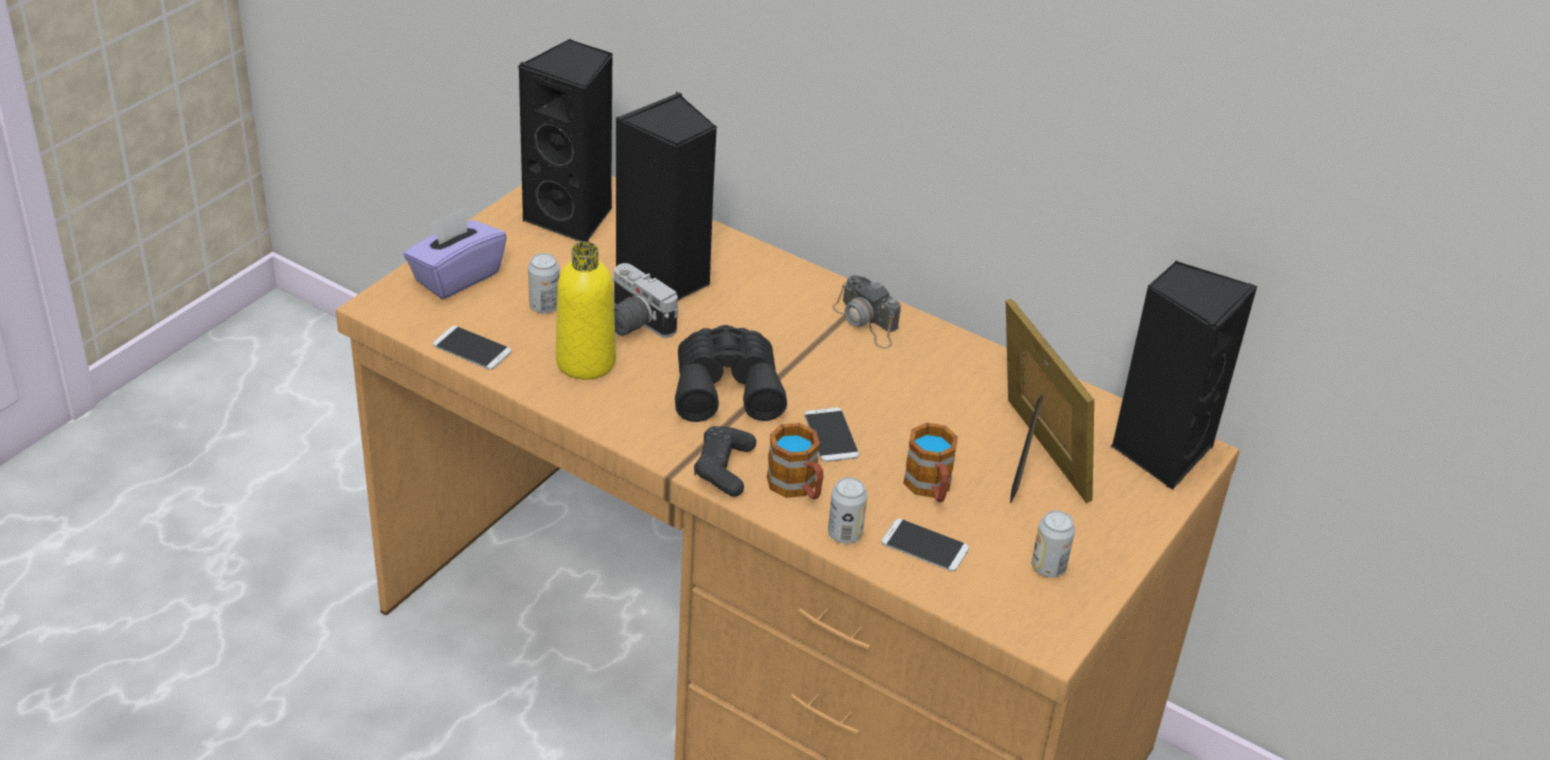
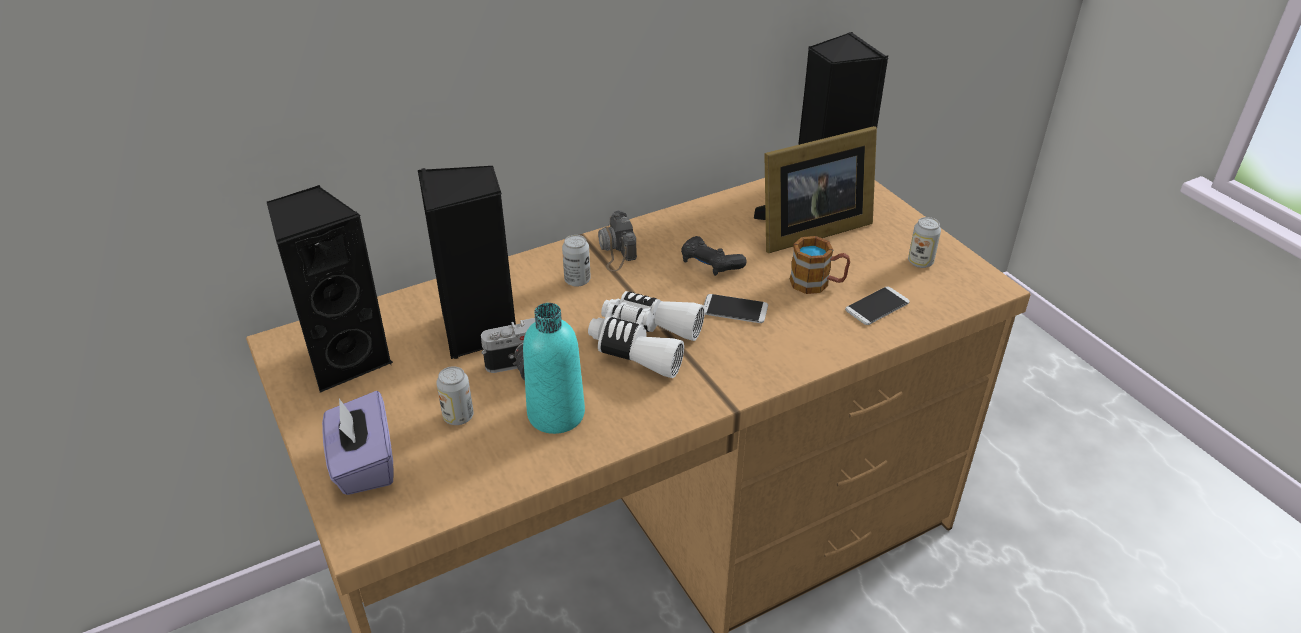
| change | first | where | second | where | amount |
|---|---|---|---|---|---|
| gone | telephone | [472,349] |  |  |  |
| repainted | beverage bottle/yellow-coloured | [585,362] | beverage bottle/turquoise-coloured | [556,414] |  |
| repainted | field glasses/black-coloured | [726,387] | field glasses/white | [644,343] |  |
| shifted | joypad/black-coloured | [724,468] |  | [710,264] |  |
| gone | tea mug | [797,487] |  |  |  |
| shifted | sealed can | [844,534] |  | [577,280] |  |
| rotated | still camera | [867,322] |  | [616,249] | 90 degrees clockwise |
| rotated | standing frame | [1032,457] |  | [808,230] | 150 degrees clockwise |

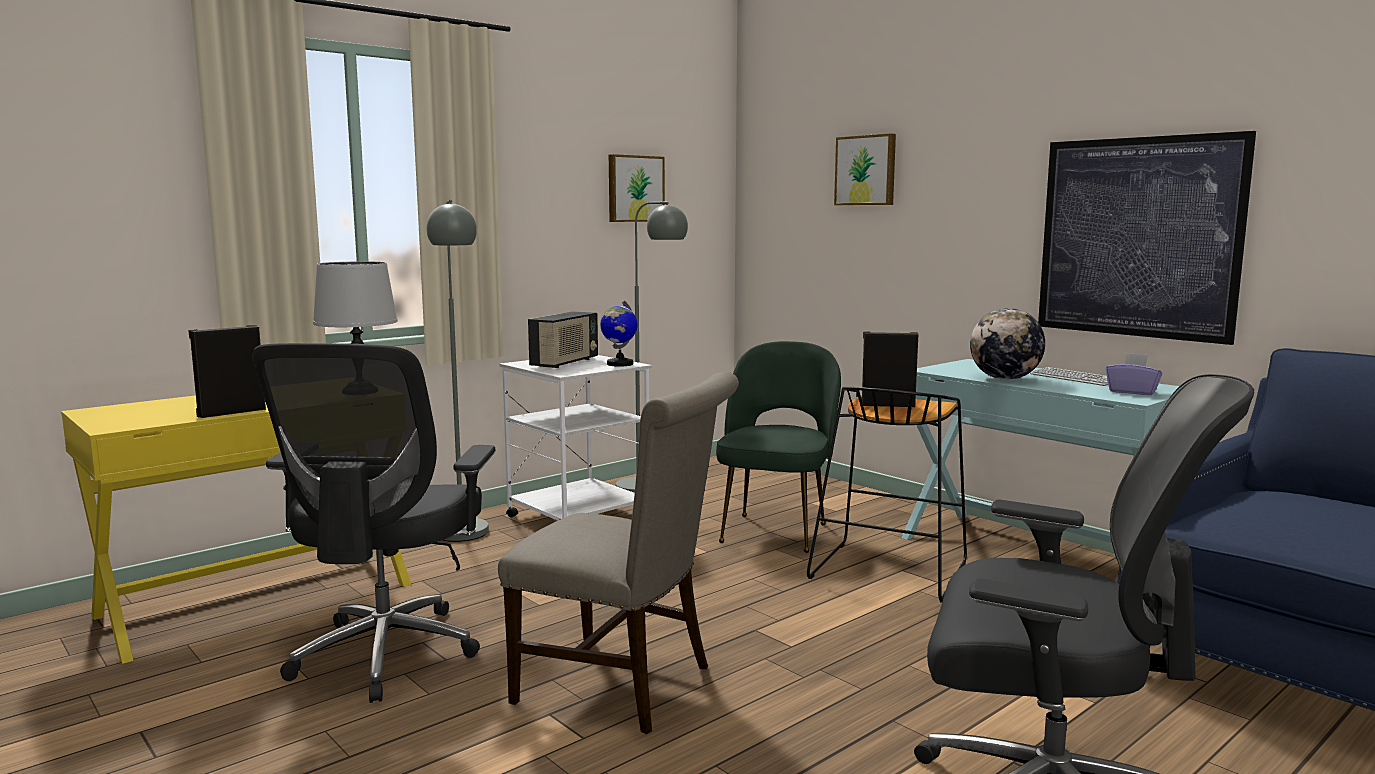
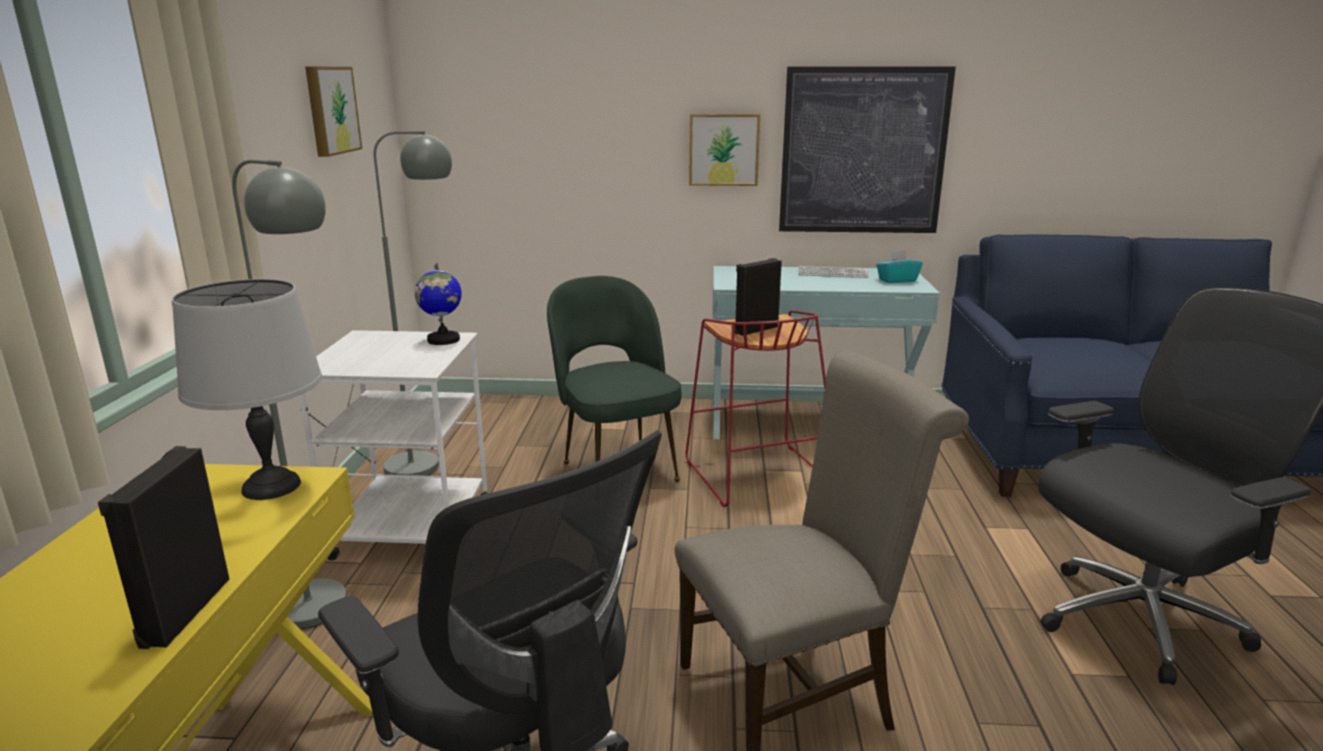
| change | first | where | second | where | amount |
|---|---|---|---|---|---|
| gone | radio | [565,363] |  |  |  |
| repainted | sitting stool/black-coloured | [887,570] | sitting stool/red-coloured | [756,473] |  |
| shifted | wall picture | [866,170] |  | [724,149] |  |
| gone | globe | [1005,379] |  |  |  |
| repainted | tissue box/purple-coloured | [1132,392] | tissue box/turquoise-coloured | [897,280] |  |

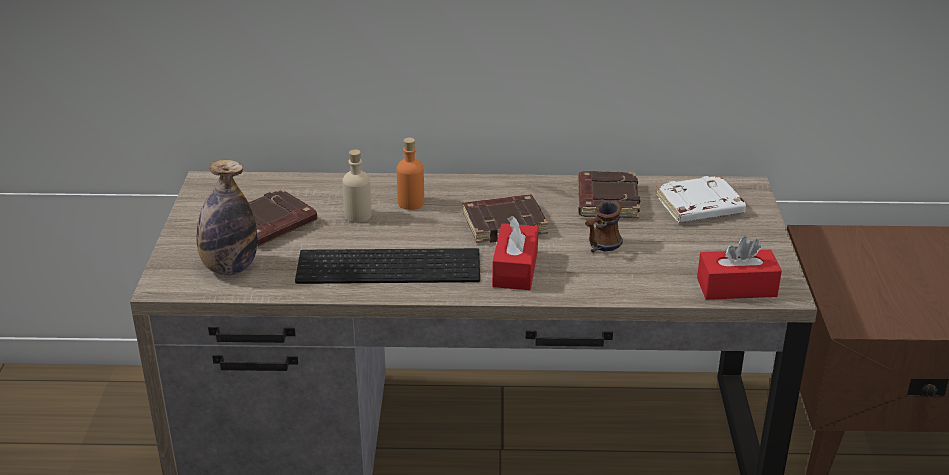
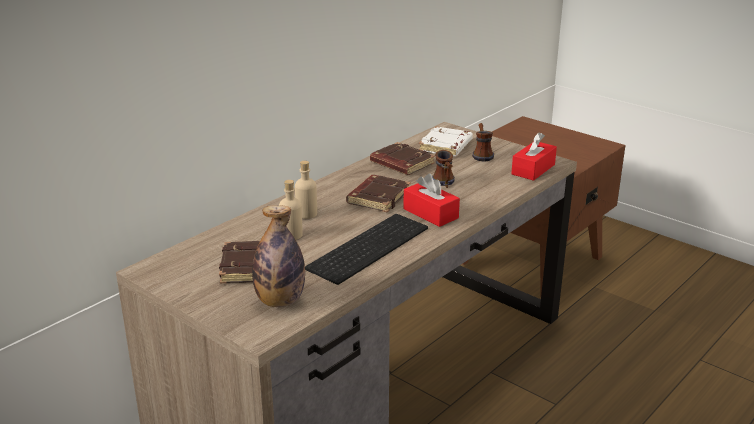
| change | first | where | second | where | amount |
|---|---|---|---|---|---|
| repainted | beverage bottle/orangey | [411,203] | beverage bottle/beige-coloured | [306,214] |  |
| new |  |  | tea mug | [482,154] |  |

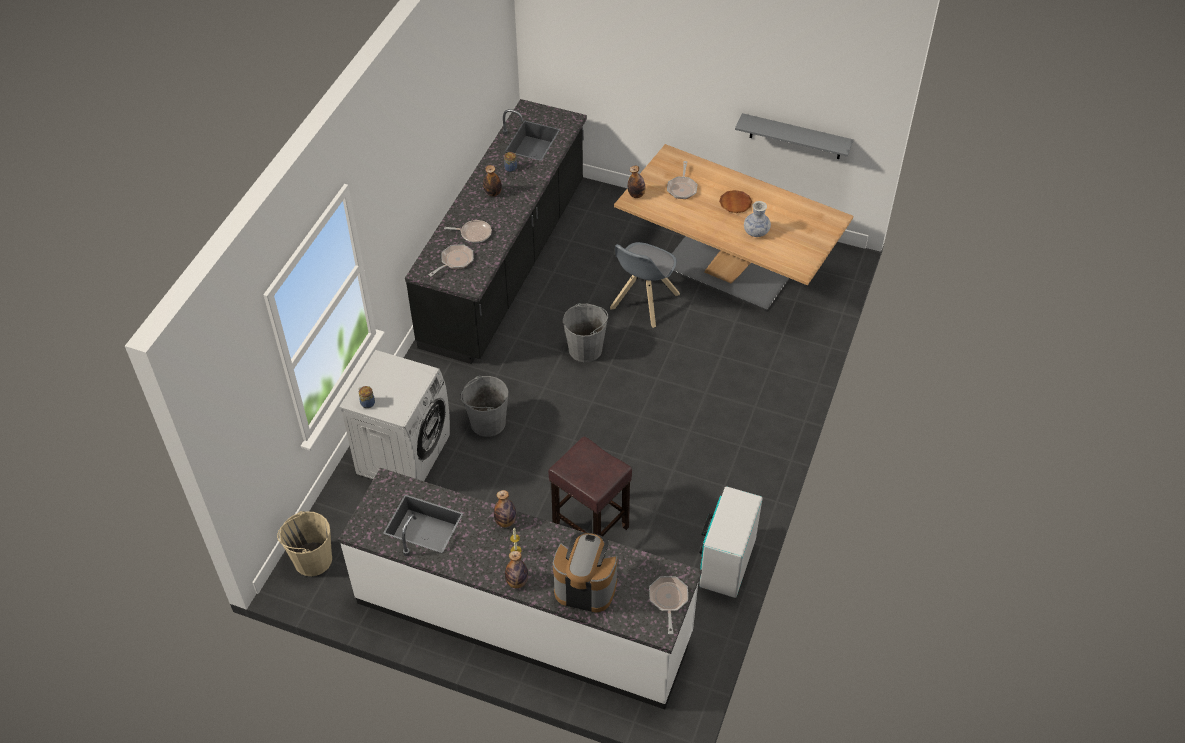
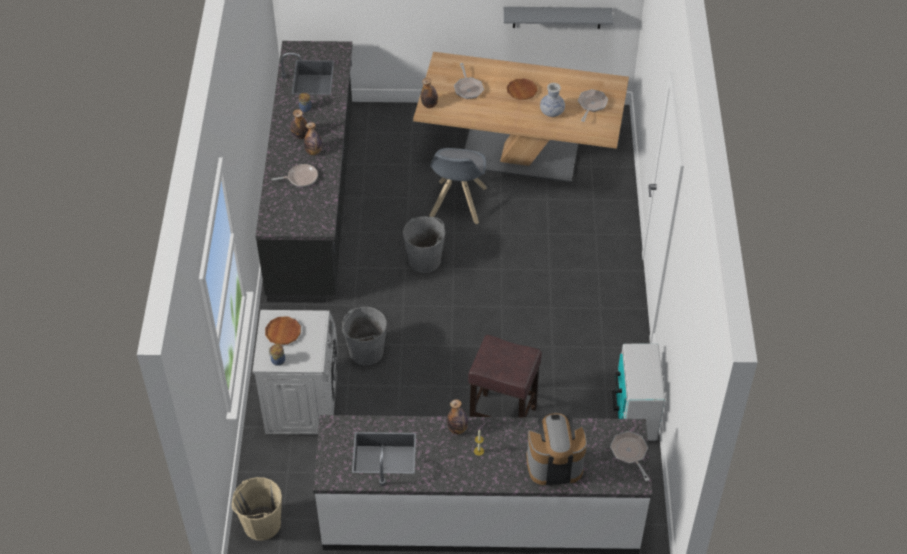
| change | first | where | second | where | amount |
|---|---|---|---|---|---|
| shifted | skillet | [455,261] |  | [591,105] |  |
| shifted | beverage bottle | [517,582] |  | [314,152] |  |
| new |  |  | flat dish/brown-coloured | [283,332] |  |

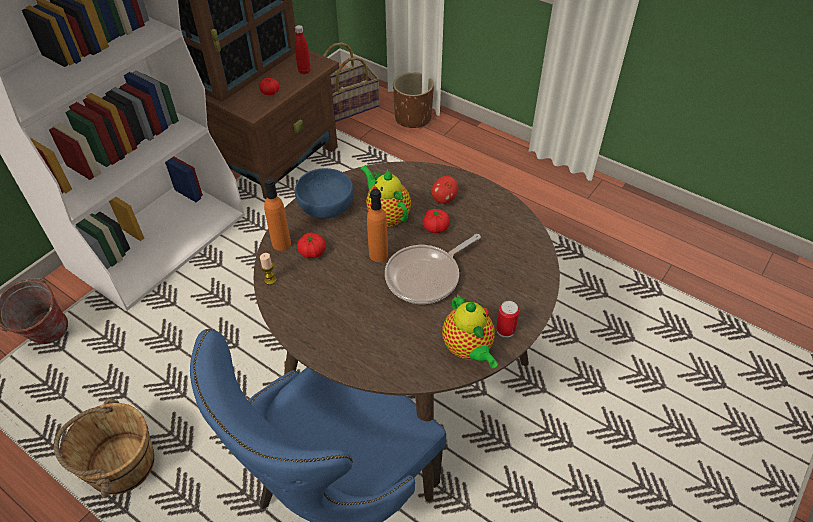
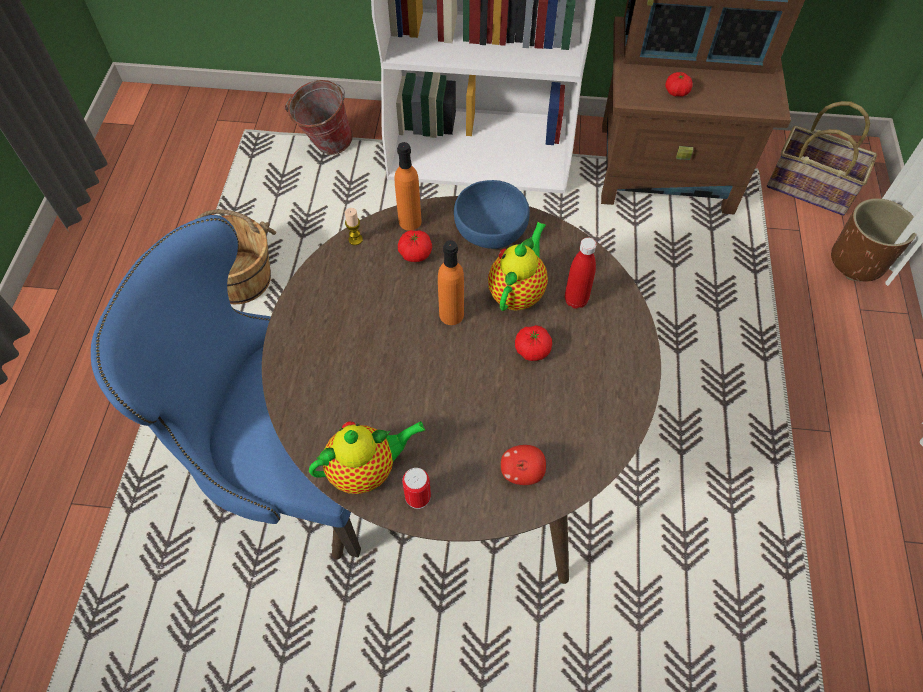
| change | first | where | second | where | amount |
|---|---|---|---|---|---|
| shifted | beverage bottle/red-coloured | [304,71] |  | [576,300] |  |
| gone | skillet | [426,276] |  |  |  |
| shifted | apple | [444,199] |  | [522,472] |  |
| rotated | pot for tea | [468,350] |  | [366,470] | 150 degrees counterclockwise |

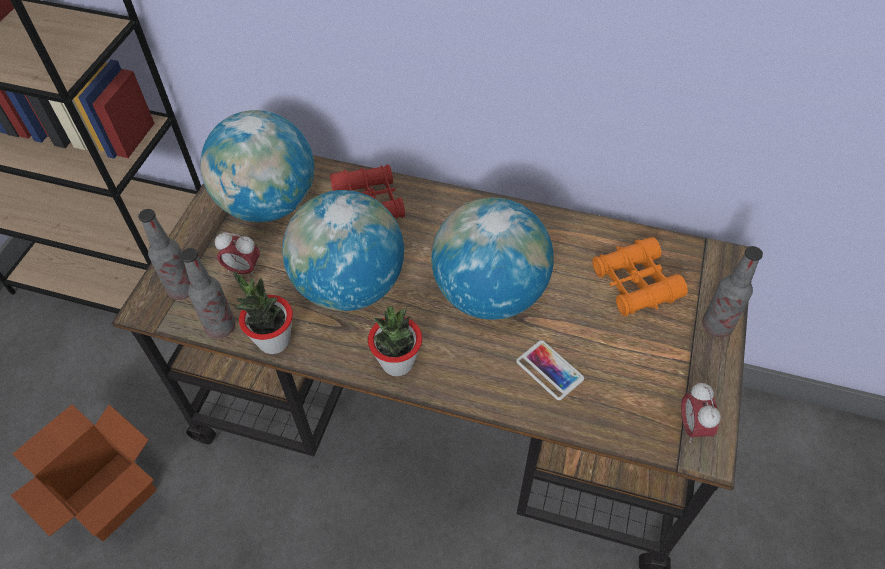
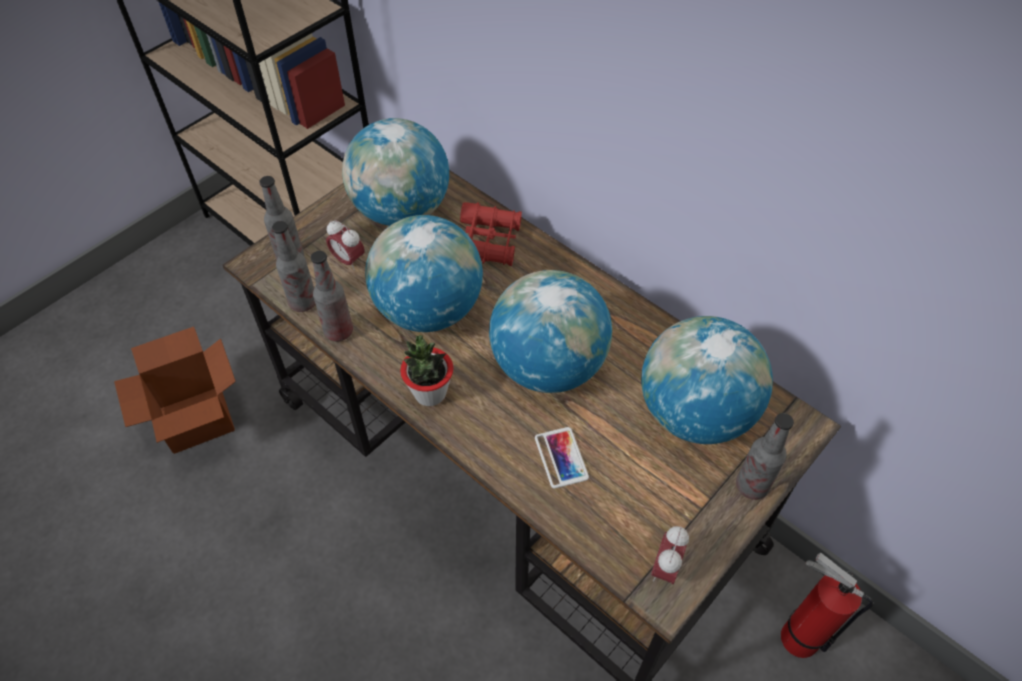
| change | first | where | second | where | amount |
|---|---|---|---|---|---|
| swapped | plant in a pot | [274,340] | beverage bottle | [338,331] |  |
| swapped | field glasses/orangey | [635,284] | globe | [694,412] |  |
| new |  |  | fire-fighting cylinder | [794,635] |  |

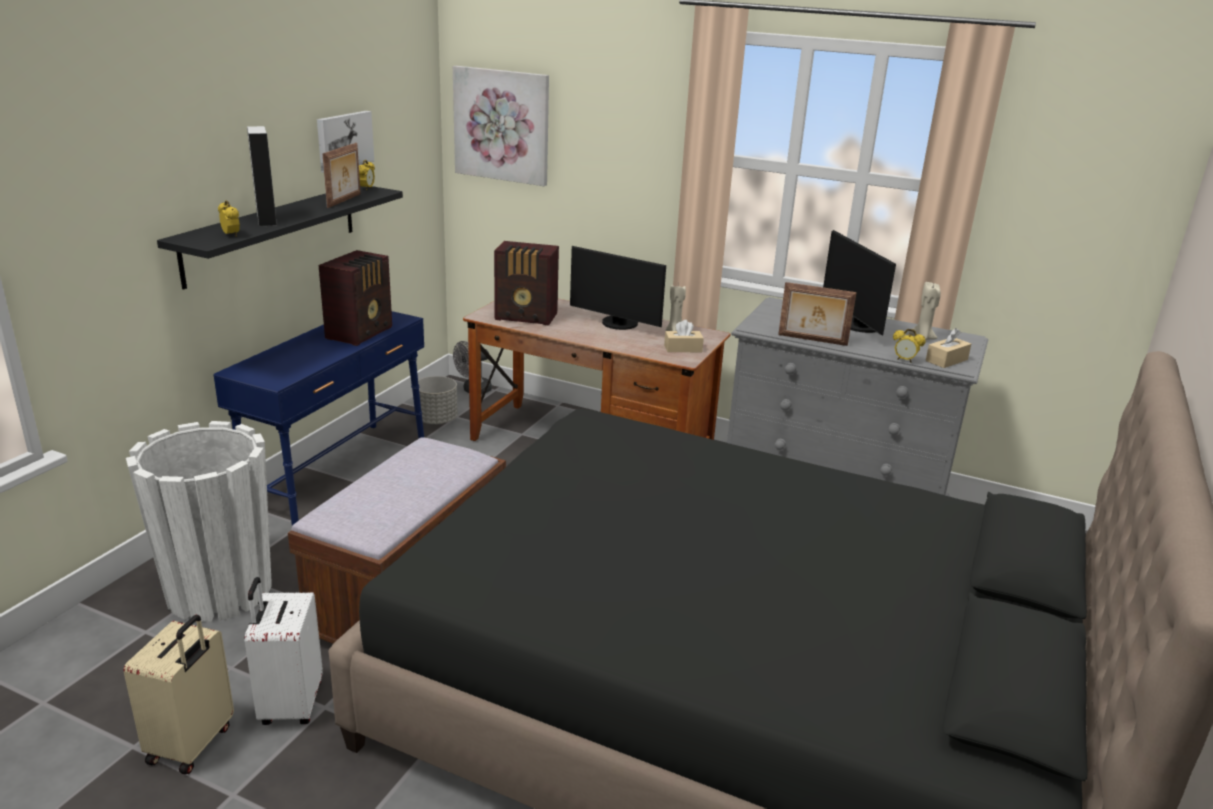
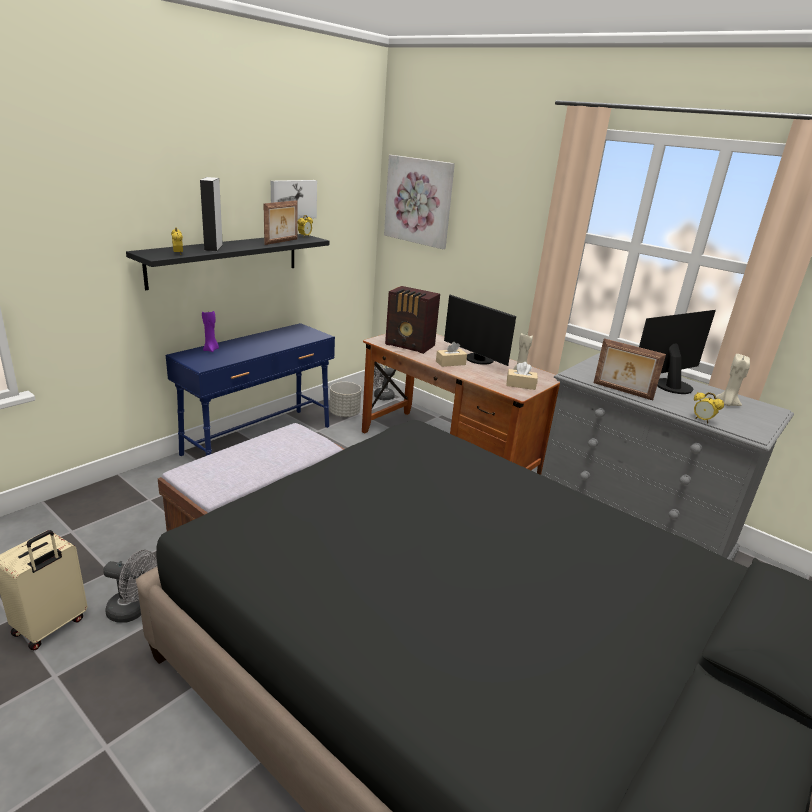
| change | first | where | second | where | amount |
|---|---|---|---|---|---|
| gone | plant pot/white | [219,590] |  |  |  |
| swapped | suitcase/white | [290,704] | cooling fan/gray | [133,610] |  |
| gone | radio | [361,333] |  |  |  |
| rotated | computer screen | [857,325] |  | [669,385] | 60 degrees clockwise |
| shifted | tissue box/beige-coloured | [946,360] |  | [450,363] |  |
| new |  |  | candle/purple-coloured | [211,350] |  |

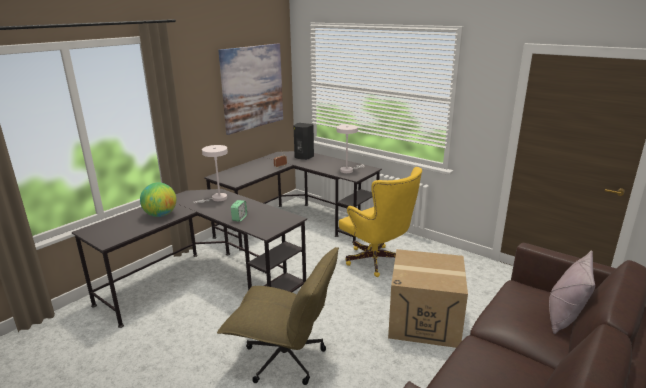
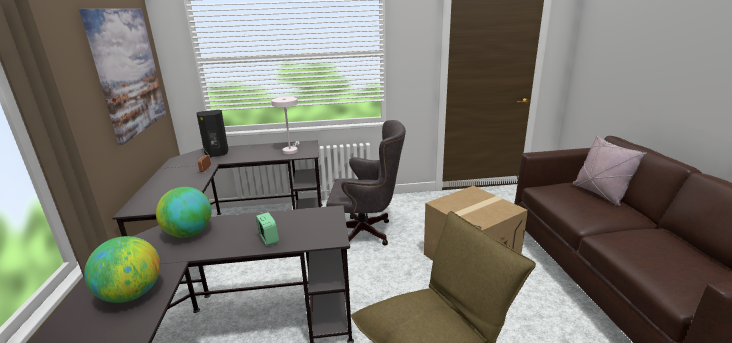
| change | first | where | second | where | amount |
|---|---|---|---|---|---|
| swapped | lamp for a table/white | [216,199] | globe | [189,233] |  |
| repainted | desk chair/yellow-coloured | [377,262] | desk chair/gray | [366,232] |  |

